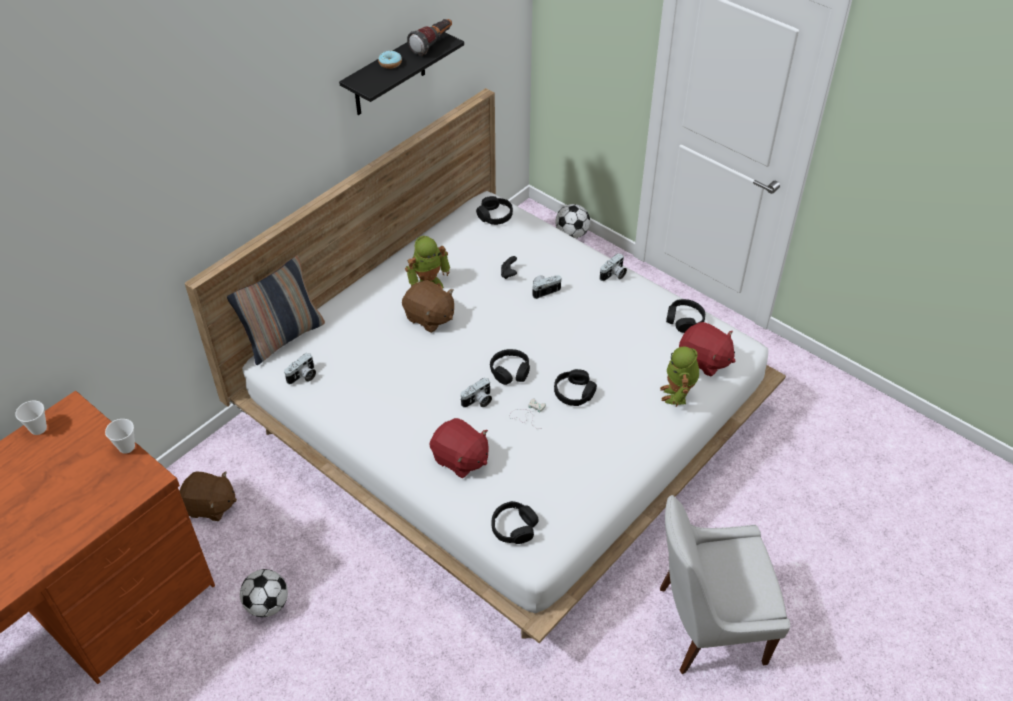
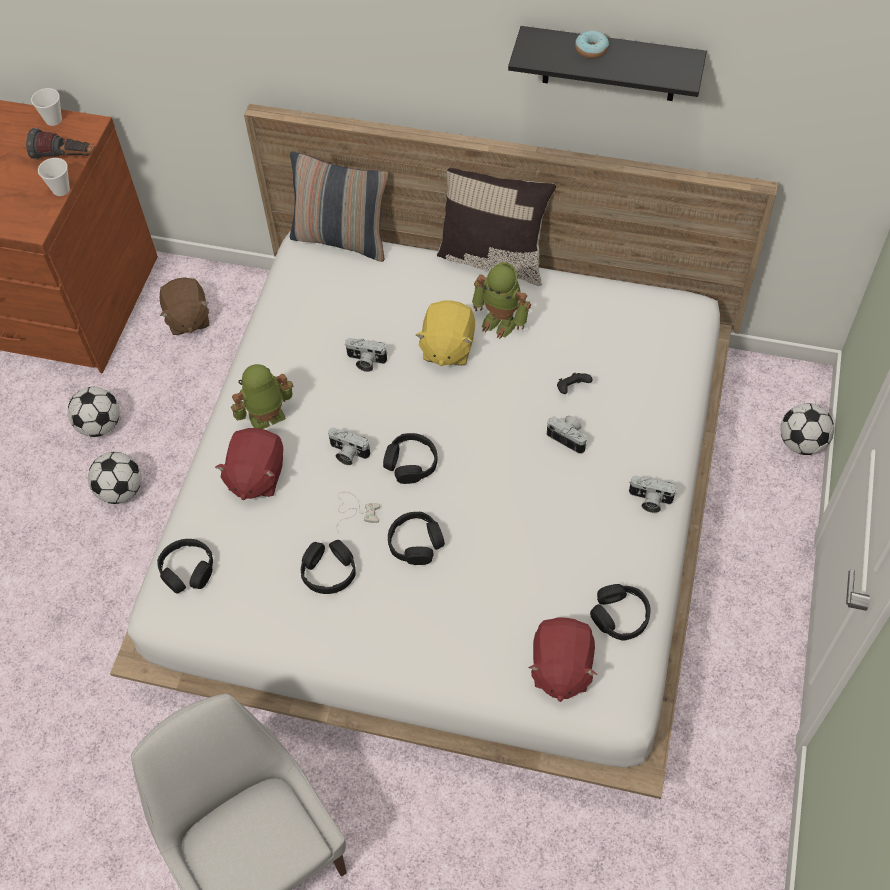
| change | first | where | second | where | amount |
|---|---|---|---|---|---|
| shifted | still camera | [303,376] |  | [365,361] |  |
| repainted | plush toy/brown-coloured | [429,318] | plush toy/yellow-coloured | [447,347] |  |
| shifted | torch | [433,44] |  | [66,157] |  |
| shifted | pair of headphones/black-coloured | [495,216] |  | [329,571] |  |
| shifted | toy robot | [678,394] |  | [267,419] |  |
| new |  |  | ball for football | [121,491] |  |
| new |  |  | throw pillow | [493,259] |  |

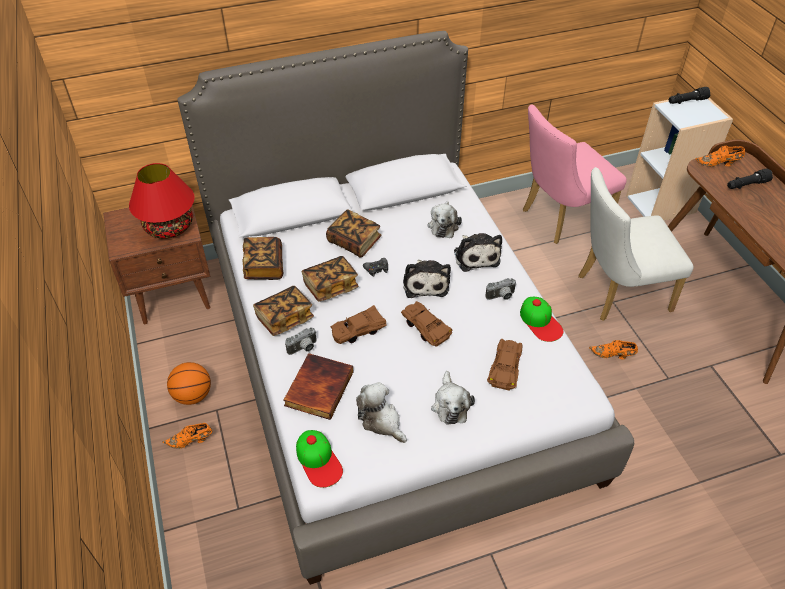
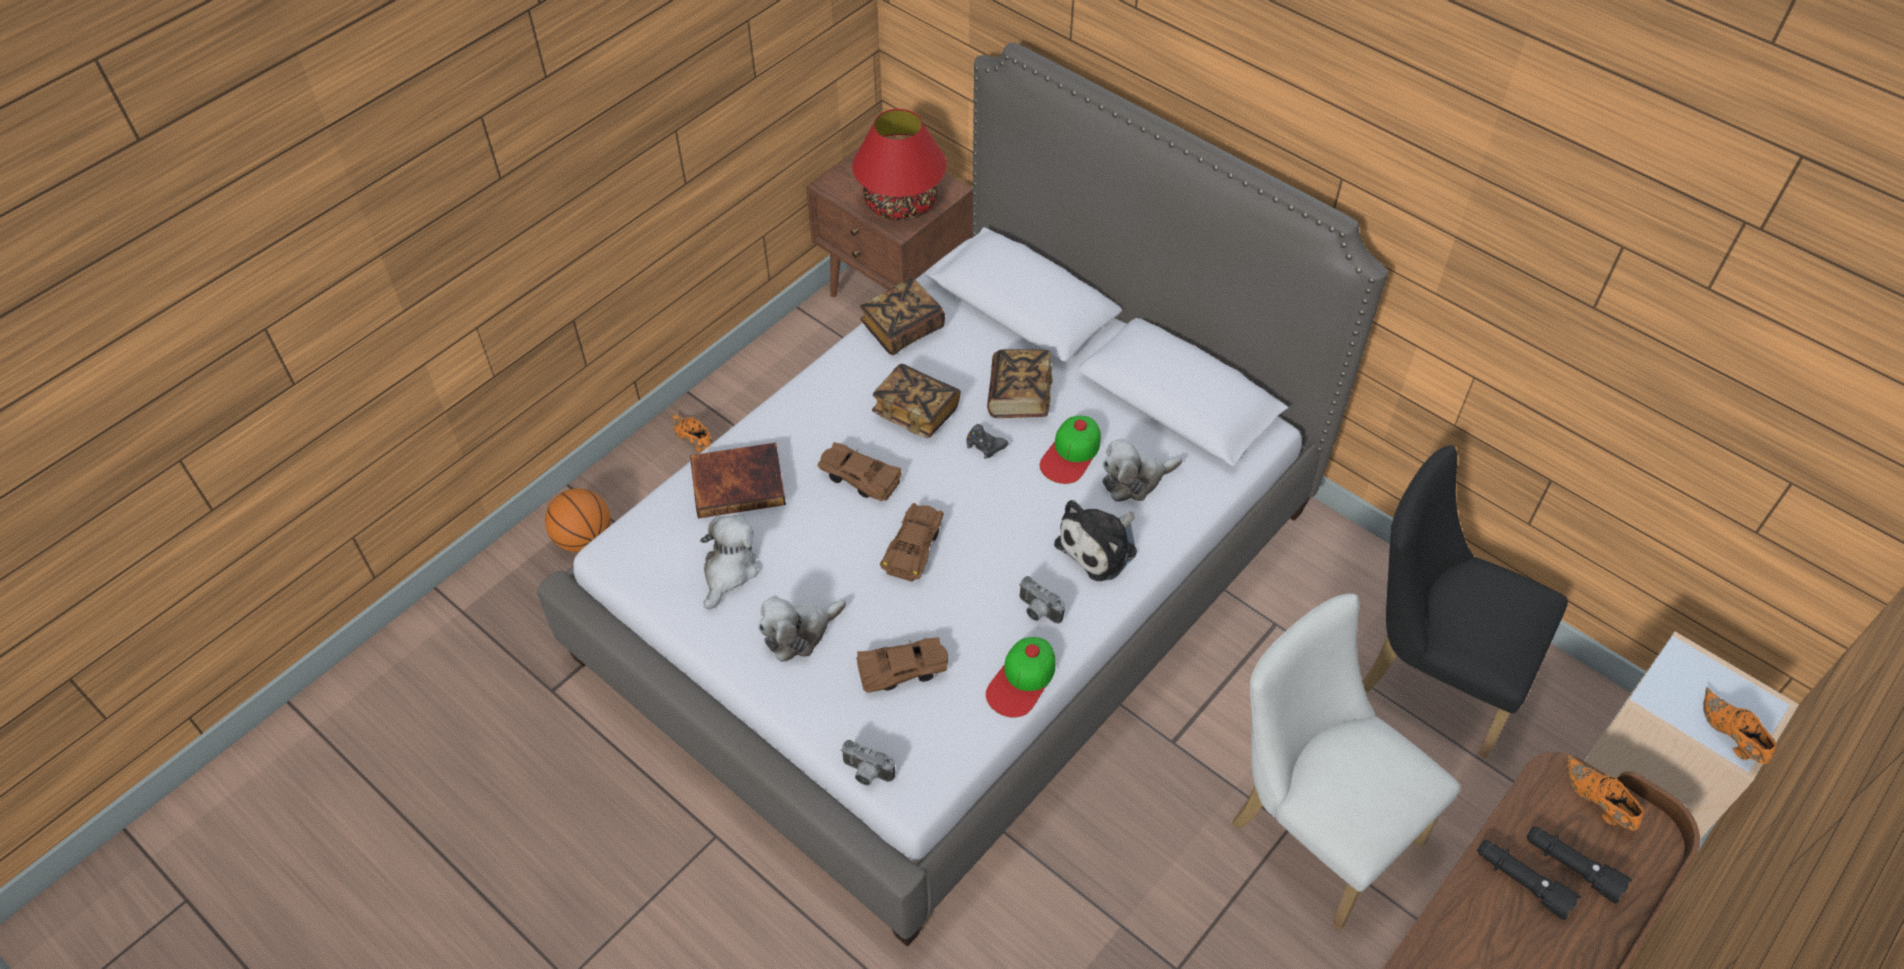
| change | first | where | second | where | amount |
|---|---|---|---|---|---|
| shifted | basketball ball | [193,395] |  | [584,538] |  |
| gone | bound book | [284,318] |  |  |  |
| shifted | still camera | [304,349] |  | [866,773] |  |
| shifted | peaked cap | [319,460] |  | [1071,454] |  |
| gone | plush toy | [425,283] |  |  |  |
| repainted | chair/pink-coloured | [560,219] | chair/black-coloured | [1429,672] |  |
| shifted | item of footwear/orangey | [613,355] |  | [1730,737] |  |
| shifted | torch/black-coloured | [686,101] |  | [1521,882] |  |

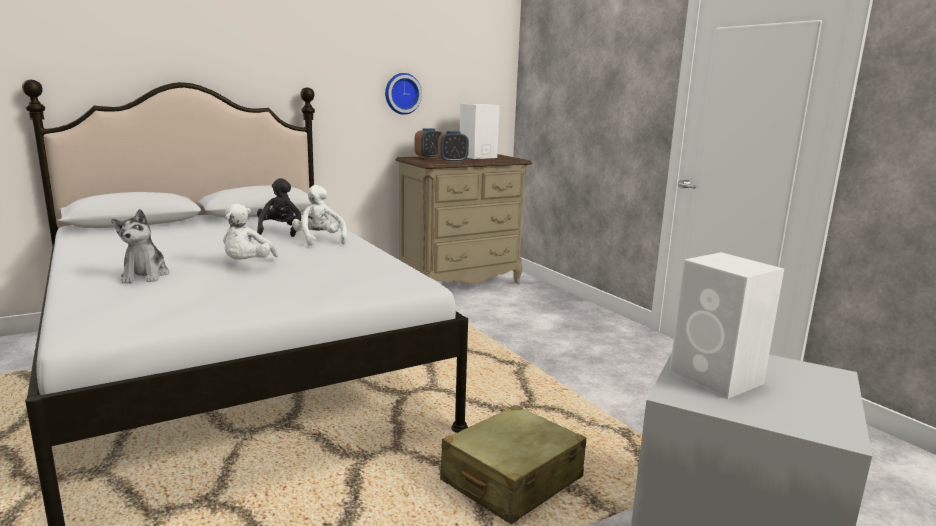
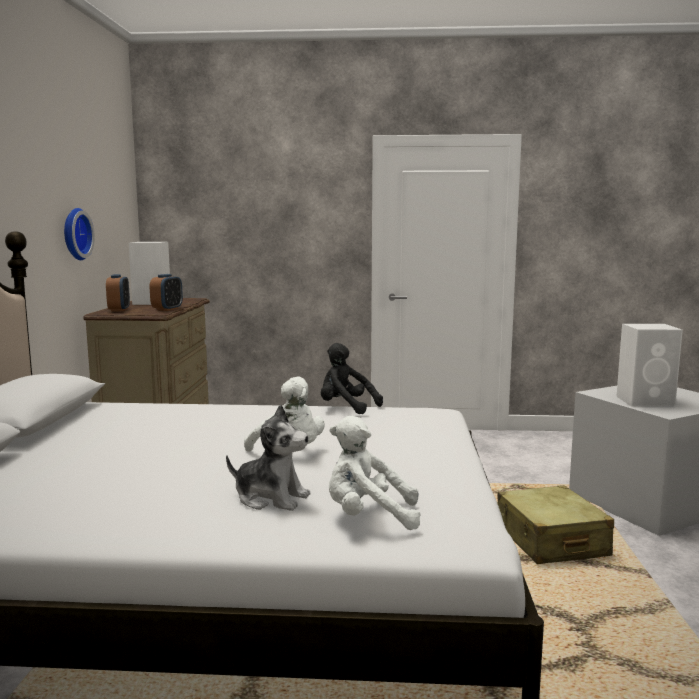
| change | first | where | second | where | amount |
|---|---|---|---|---|---|
| shifted | plush toy/black-coloured | [280,231] |  | [346,407] |  |
| shifted | plush toy/white | [319,240] |  | [368,517] |  |

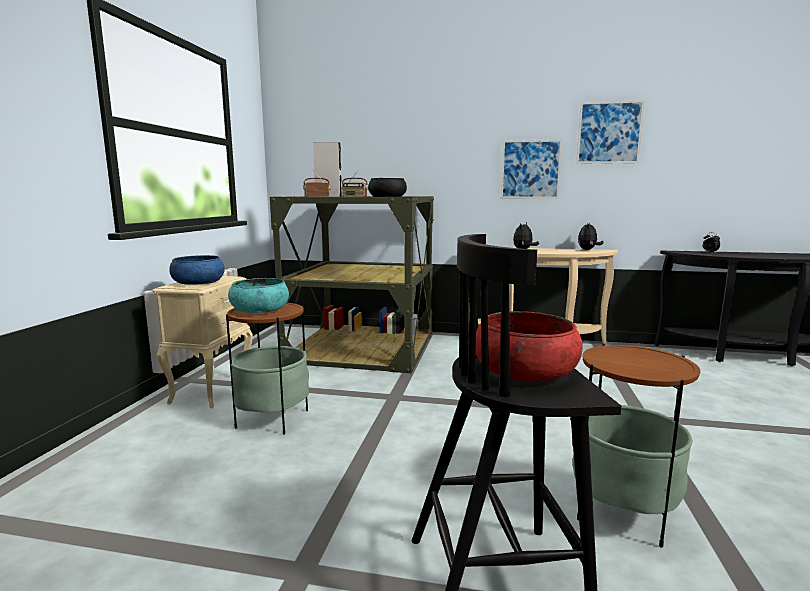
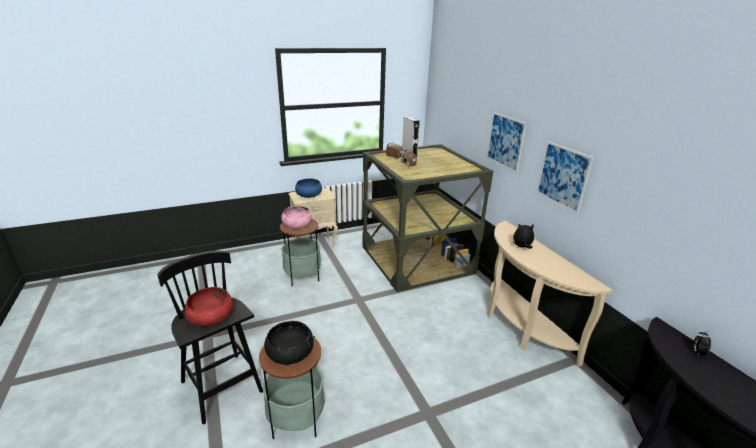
| change | first | where | second | where | amount |
|---|---|---|---|---|---|
| repainted | serving bowl/turquoise-coloured | [260,309] | serving bowl/pink-coloured | [297,224] |  |
| shifted | serving bowl/black-coloured | [387,197] |  | [290,352] |  |
| shifted | wall picture | [609,132] |  | [505,141] |  |
| gone | plush toy | [588,250] |  |  |  |

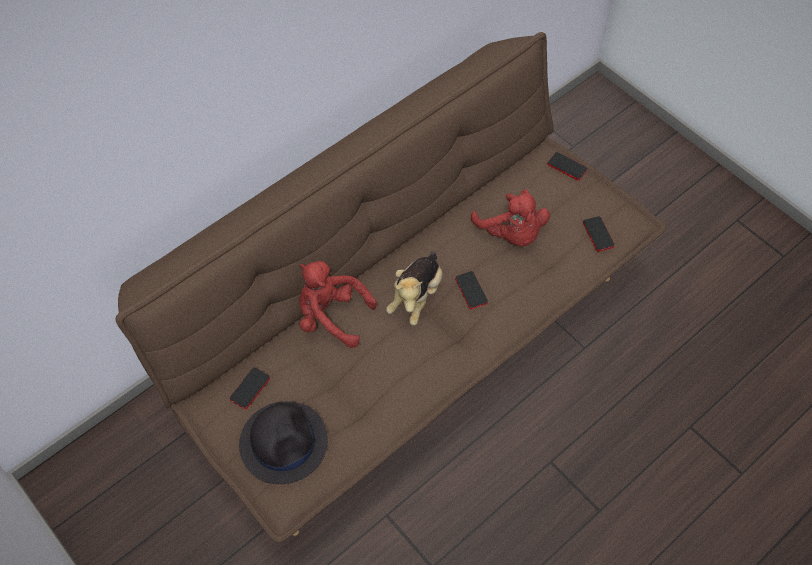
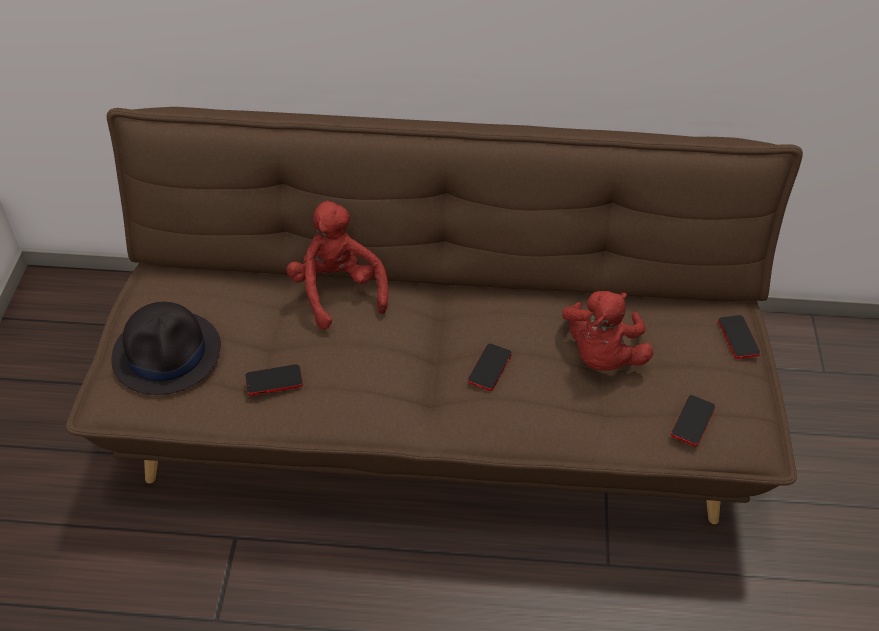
| change | first | where | second | where | amount |
|---|---|---|---|---|---|
| shifted | telephone | [250,388] |  | [274,380] |  |
| gone | plush toy | [416,296] |  |  |  |

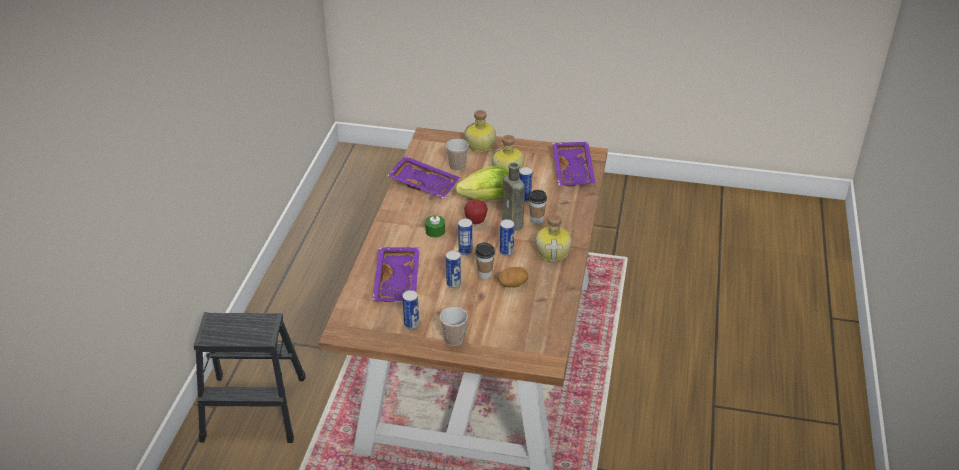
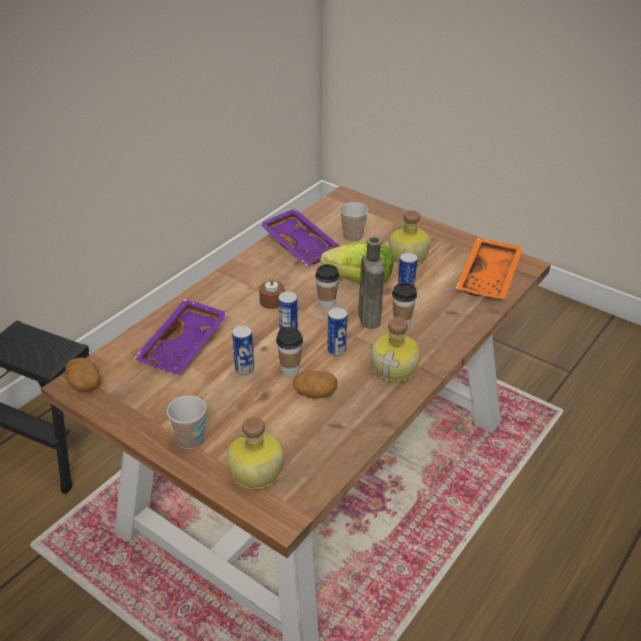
| change | first | where | second | where | amount |
|---|---|---|---|---|---|
| gone | sealed can | [411,324] |  |  |  |
| repainted | candle/green | [435,231] | candle/brown-coloured | [272,301] |  |
| swapped | apple | [475,222] | drinking cup | [326,304] |  |
| shifted | beverage bottle | [480,145] |  | [255,472] |  |
| repainted | serving tray/purple-coloured | [574,170] | serving tray/orangey | [490,278] |  |
| new |  |  | whole potato | [84,383] |  |

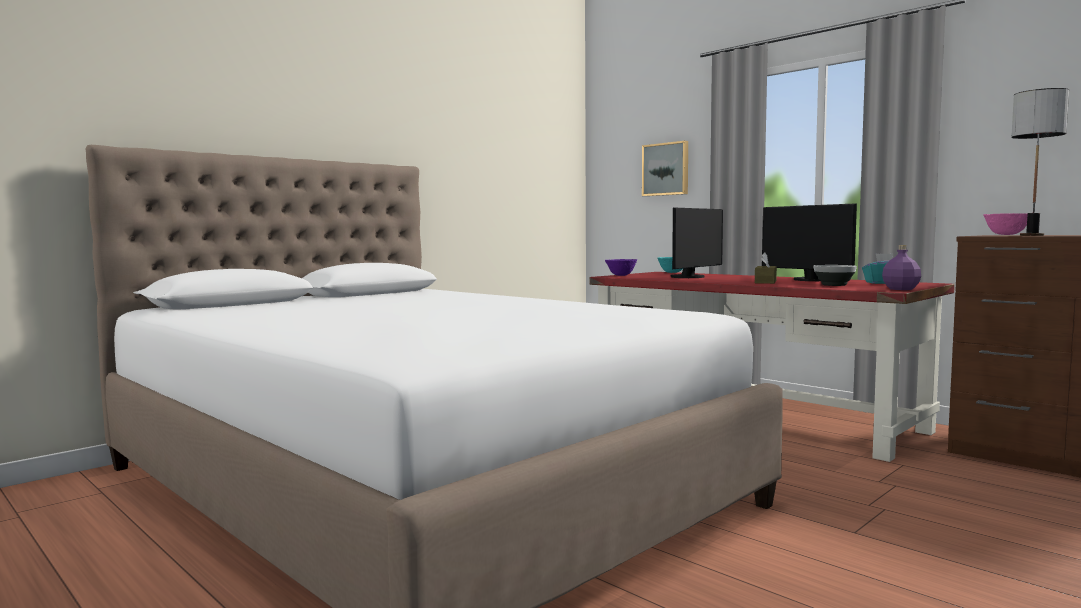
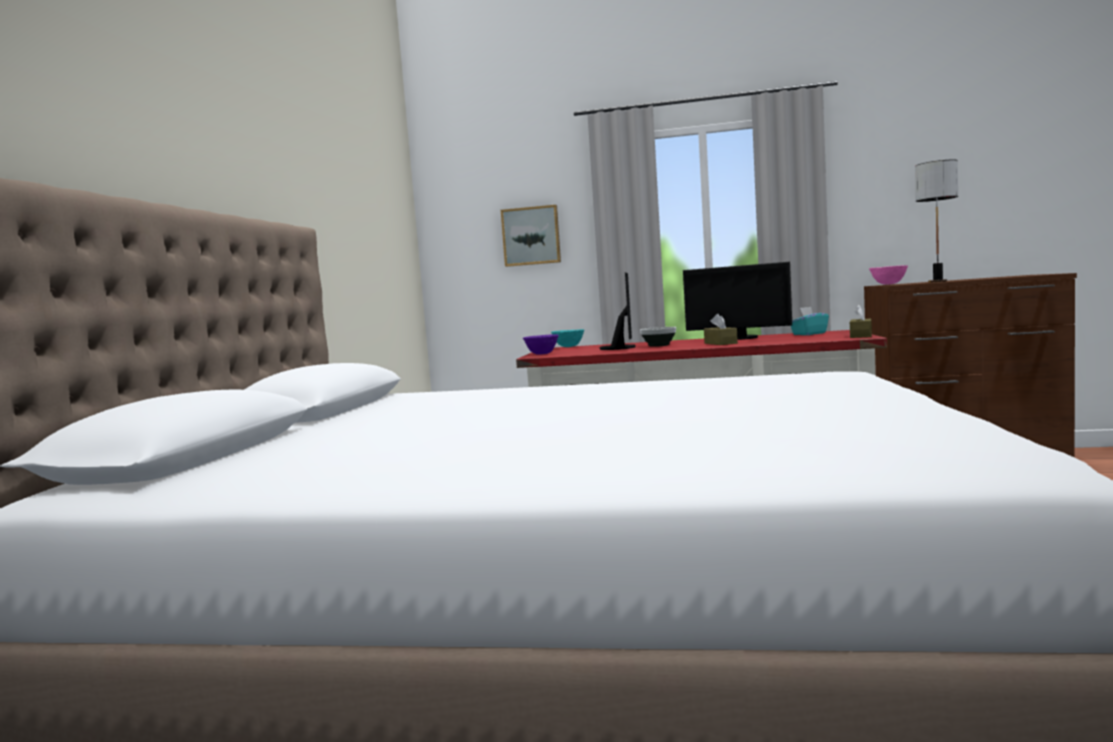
| change | first | where | second | where | amount |
|---|---|---|---|---|---|
| shifted | serving bowl | [833,285] |  | [658,345] |  |
| swapped | beverage bottle/purple-coloured | [900,289] | tissue box/brown-coloured | [861,336] |  |

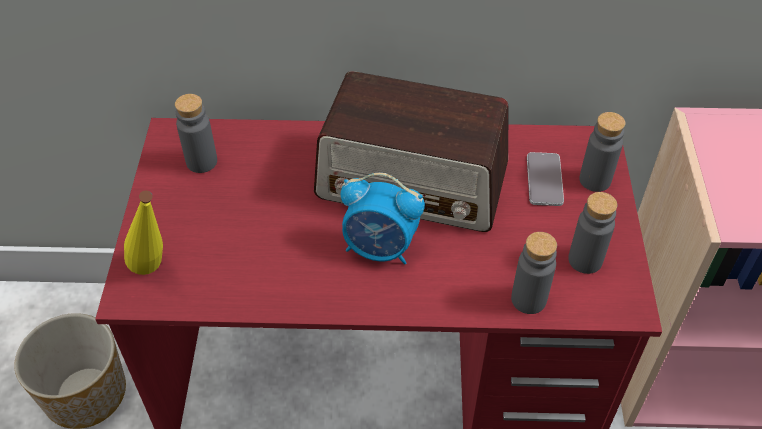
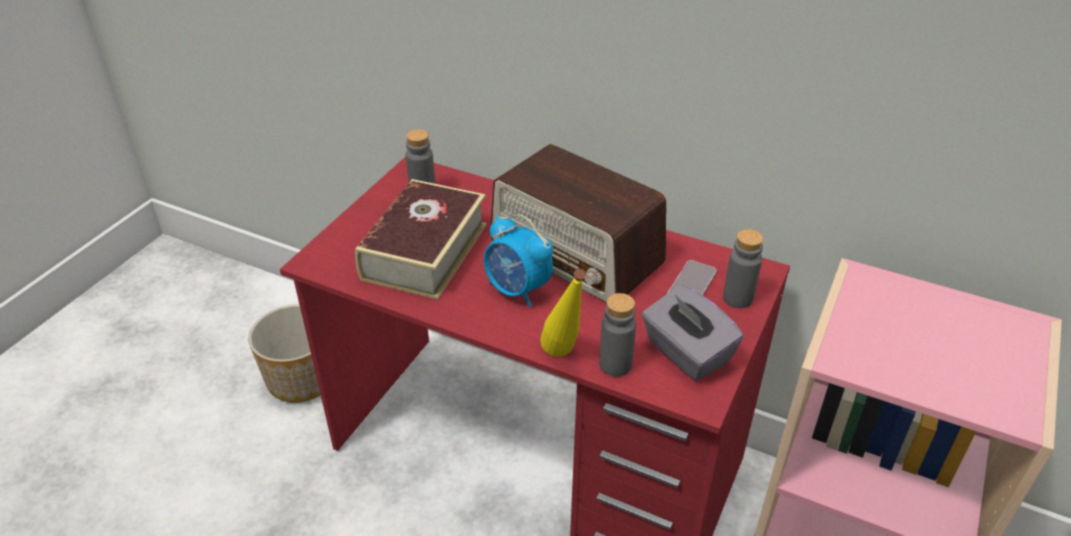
| change | first | where | second | where | amount |
|---|---|---|---|---|---|
| shifted | beverage bottle/yellow-coloured | [156,274] |  | [564,359] |  |
| swapped | beverage bottle/gray | [585,260] | tissue box/gray | [686,353] |  |
| new |  |  | bound book | [425,251] |  |

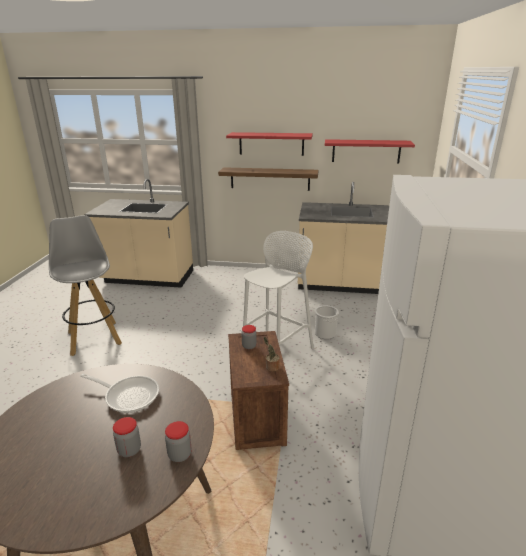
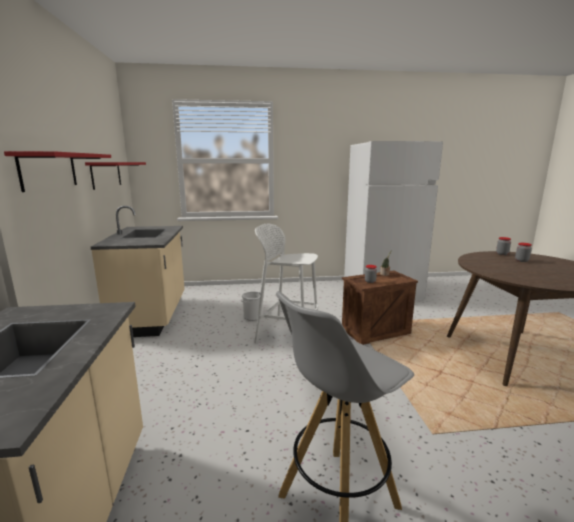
| change | first | where | second | where | amount |
|---|---|---|---|---|---|
| gone | skillet | [128,395] |  |  |  |
| gone | shelf | [270,179] |  |  |  |

